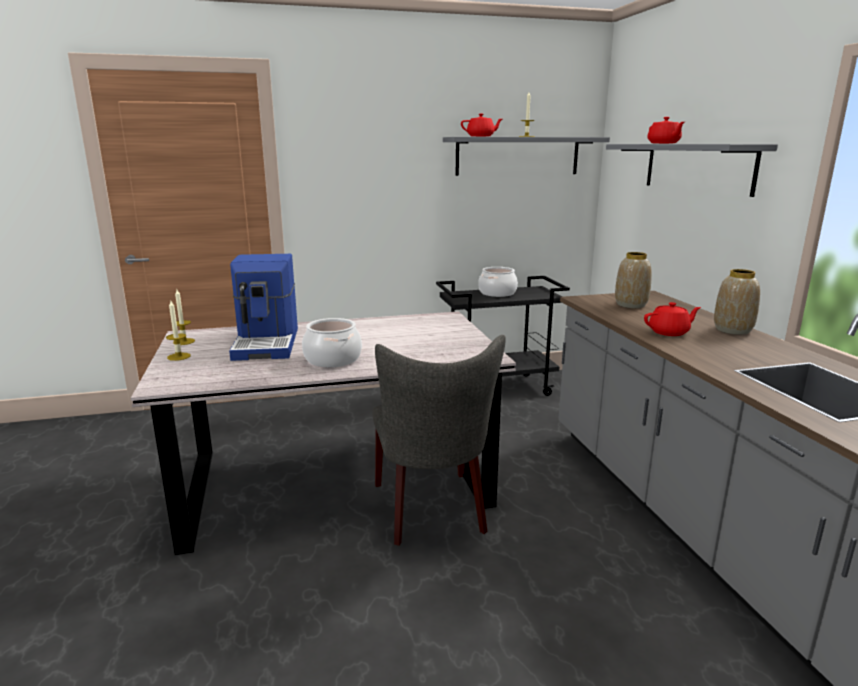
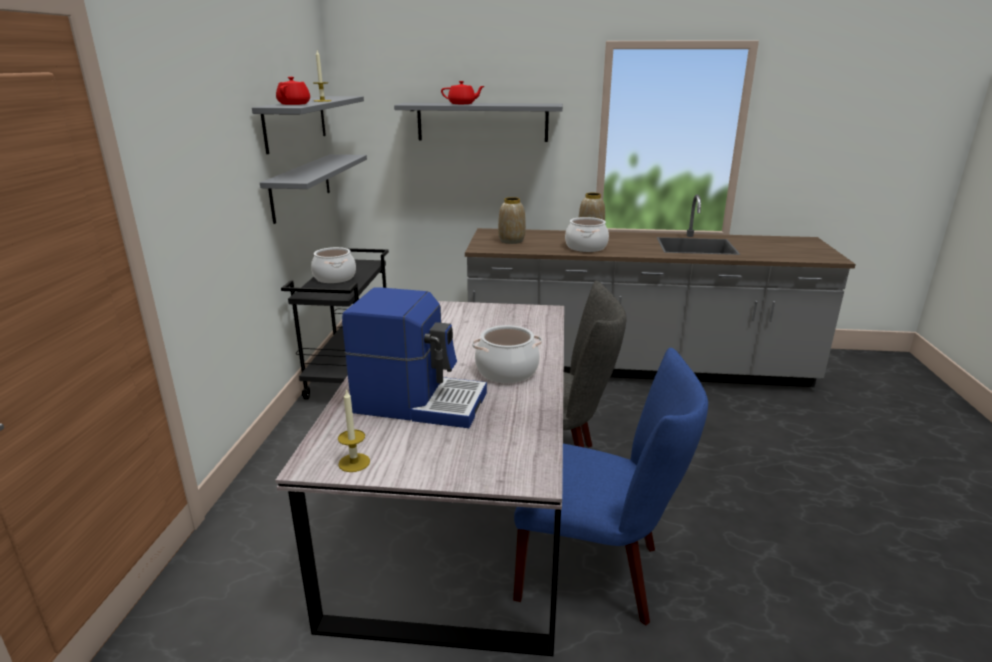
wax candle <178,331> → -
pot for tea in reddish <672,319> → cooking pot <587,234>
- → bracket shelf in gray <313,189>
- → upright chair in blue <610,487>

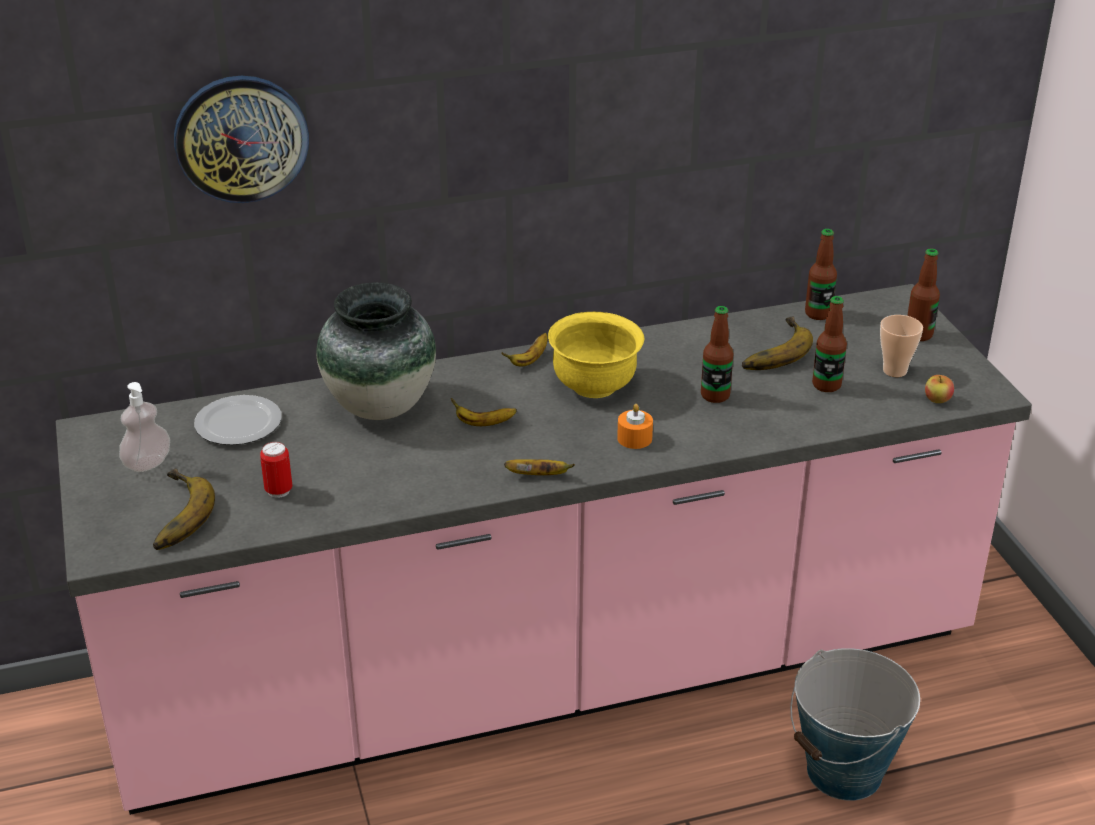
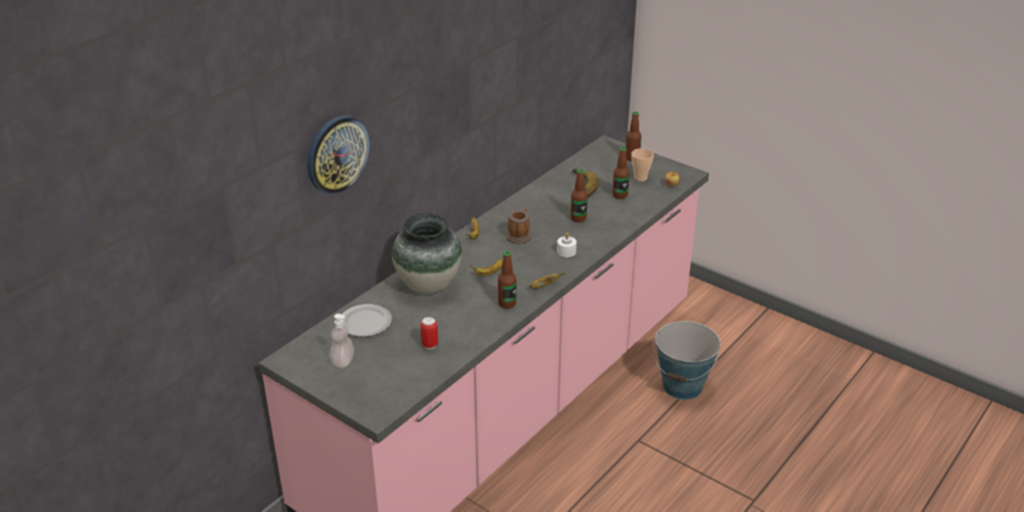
drink bottle <821,274> → drink bottle <507,280>, moved
deep dish in yellow-coloured <596,355> → coffee mug <518,226>
wax candle in orange-coloured <635,426> → wax candle in white-coloured <567,245>
banana fruit <184,509> → -

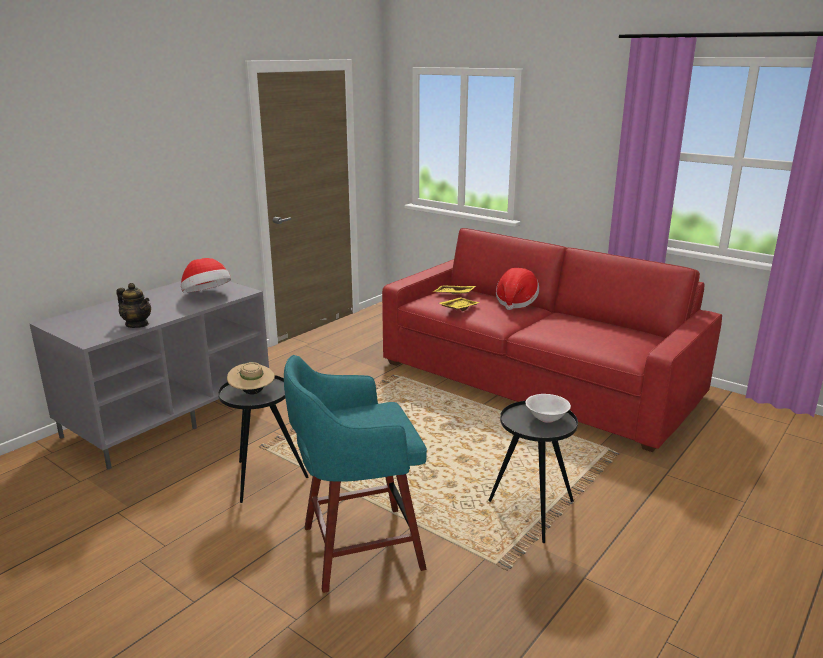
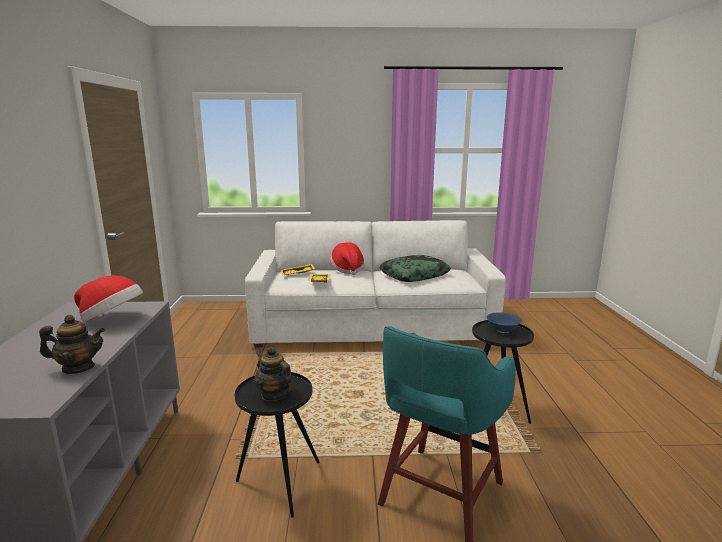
sofa in reddish <552,340> → sofa in white-coloured <375,283>
clothing hat in beige <251,378> → pot for tea <273,374>
deep dish in white-coloured <548,408> → deep dish in blue <504,322>
- → throw pillow <415,268>

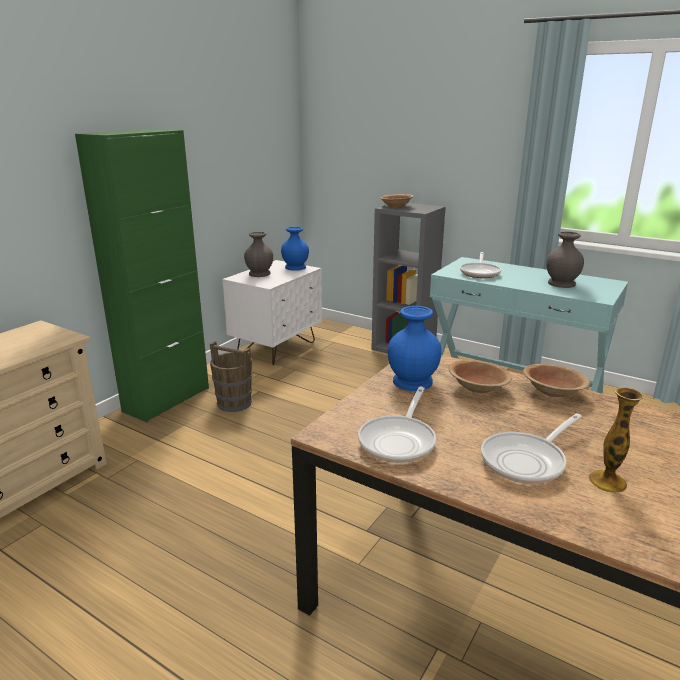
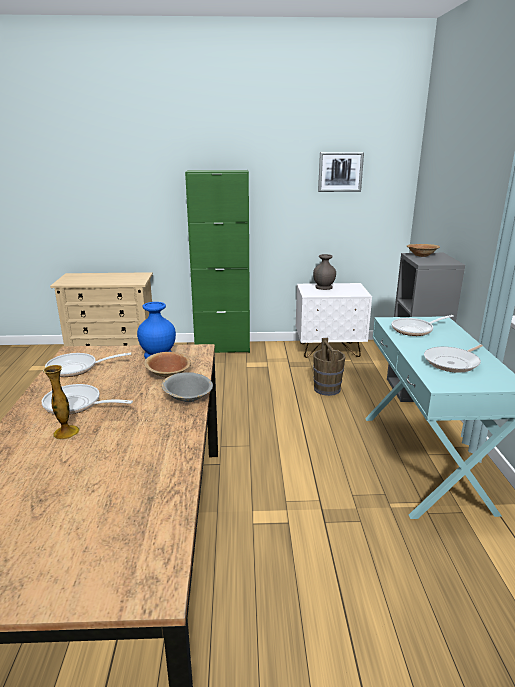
flower vase in blue <295,249> → -
flower vase in gray <565,259> → pan <453,358>
bucket in brown-coloured <231,376> → bucket in brown-coloured <329,367>, moved
deep dish in brown-coloured <556,380> → deep dish in gray <187,387>
- → wall art <341,172>

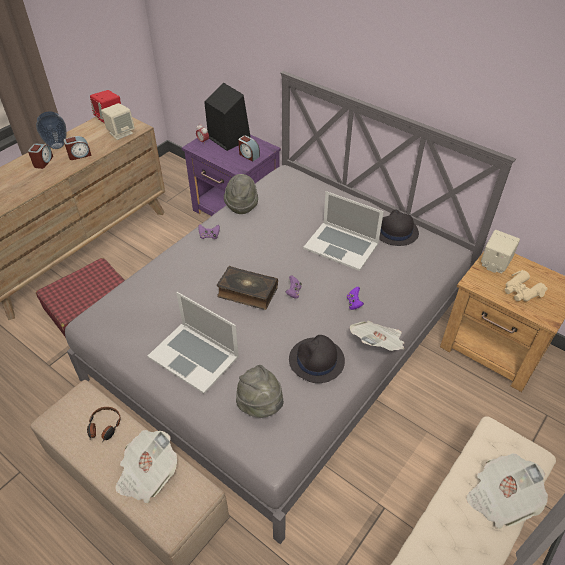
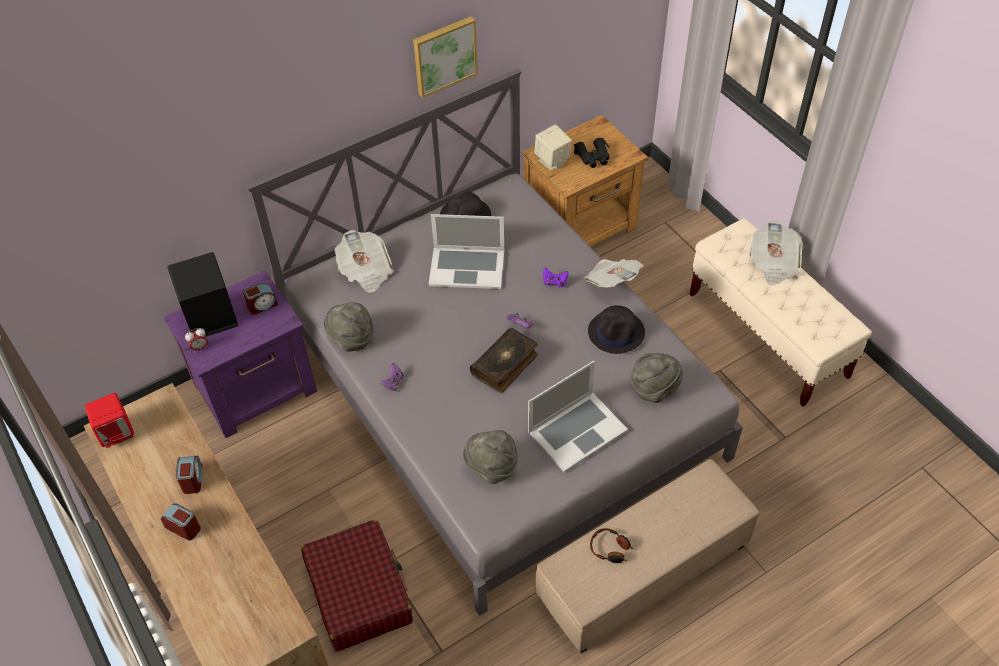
audio speaker in beige <118,121> → -
flower vase <51,130> → -
notebook computer <343,231> → notebook computer <466,251>, 45 degrees clockwise
pair of binoculars in beige <526,285> → pair of binoculars in black-coloured <592,153>
newspaper <146,466> → newspaper <364,261>, moved
- → wall art <445,57>
- → clothing hat in gray <490,457>

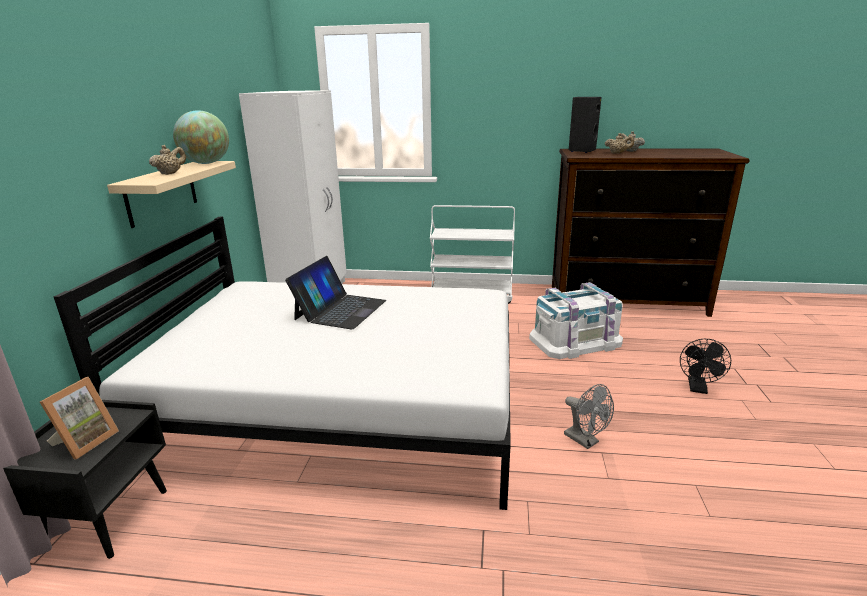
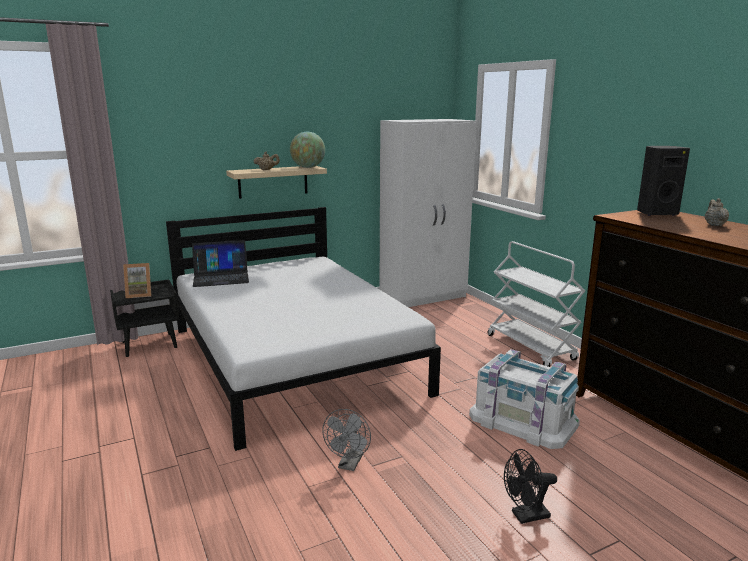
pot for tea in beige <619,143> → -
notebook computer <335,292> → notebook computer <220,263>, moved

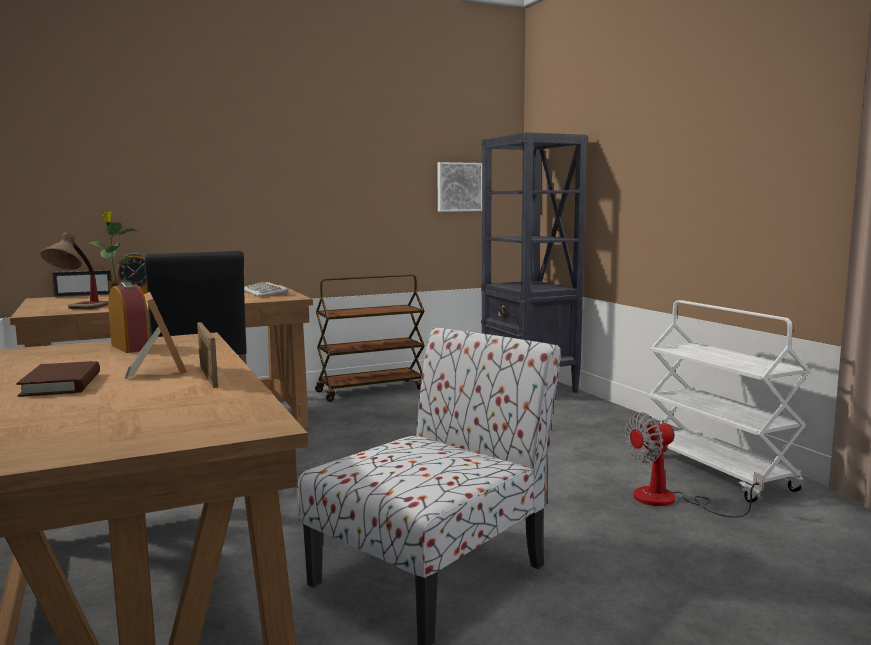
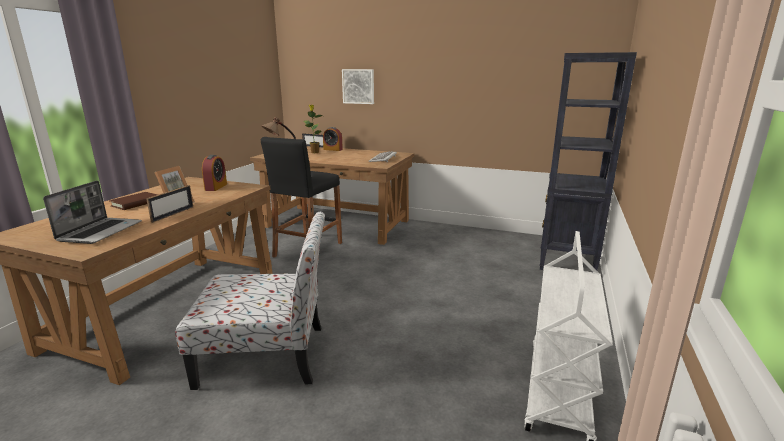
wall art <459,187> → wall art <358,86>, moved
trolley in brown-coloured <370,338> → -
fan <694,465> → -
- → notebook computer <92,212>

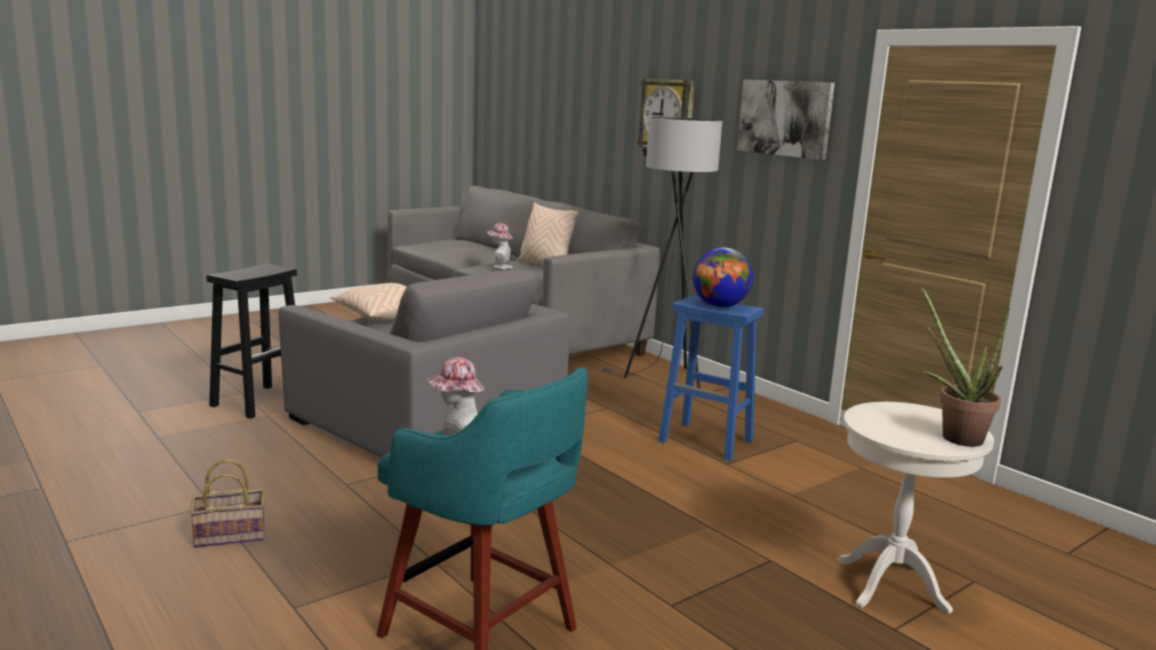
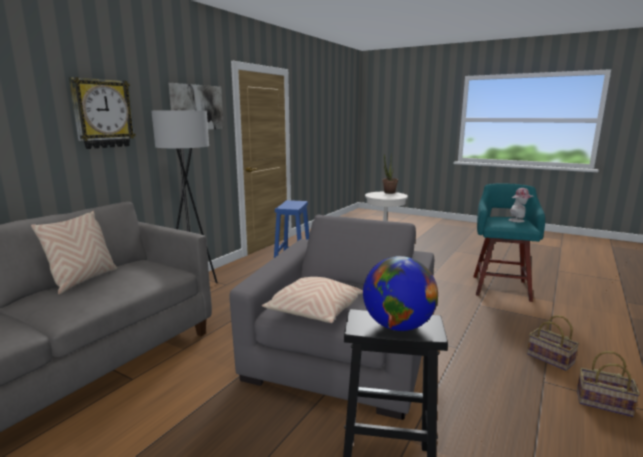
clothing hat <500,246> → -
globe <723,277> → globe <400,293>, moved
- → storage basket <608,384>

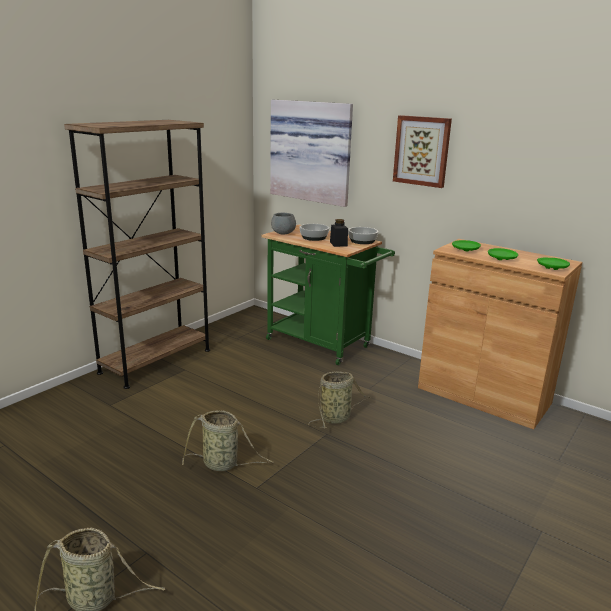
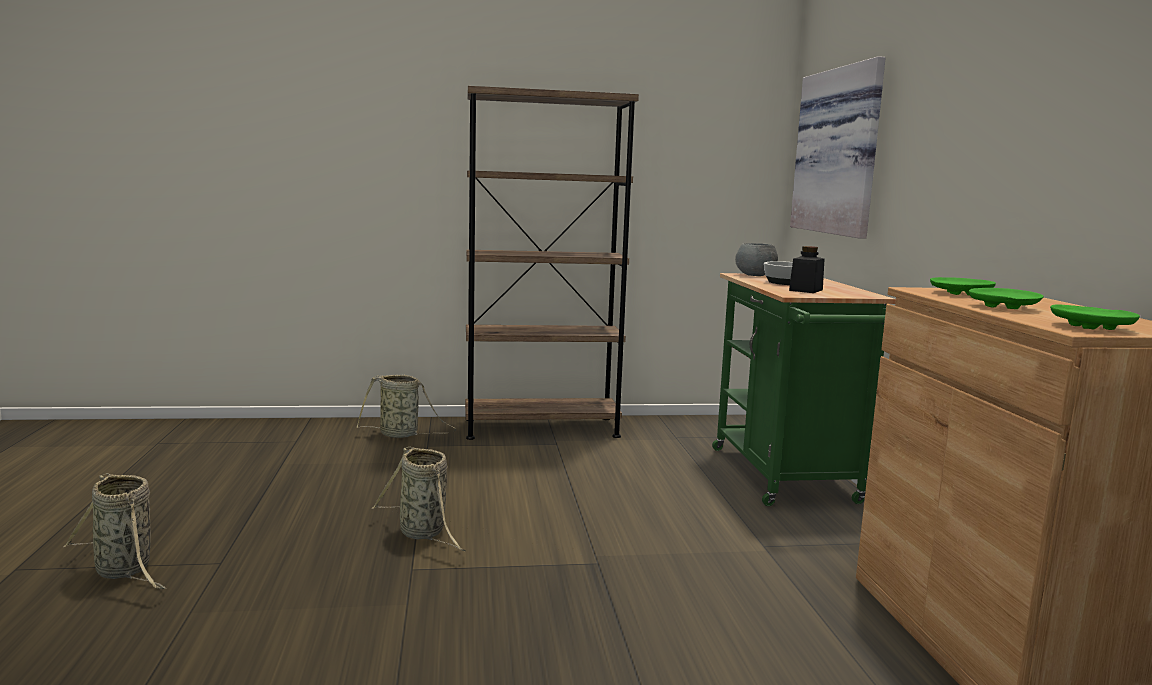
wall art <422,151> → -
deep dish <363,235> → -
storage basket <339,399> → storage basket <406,406>, moved

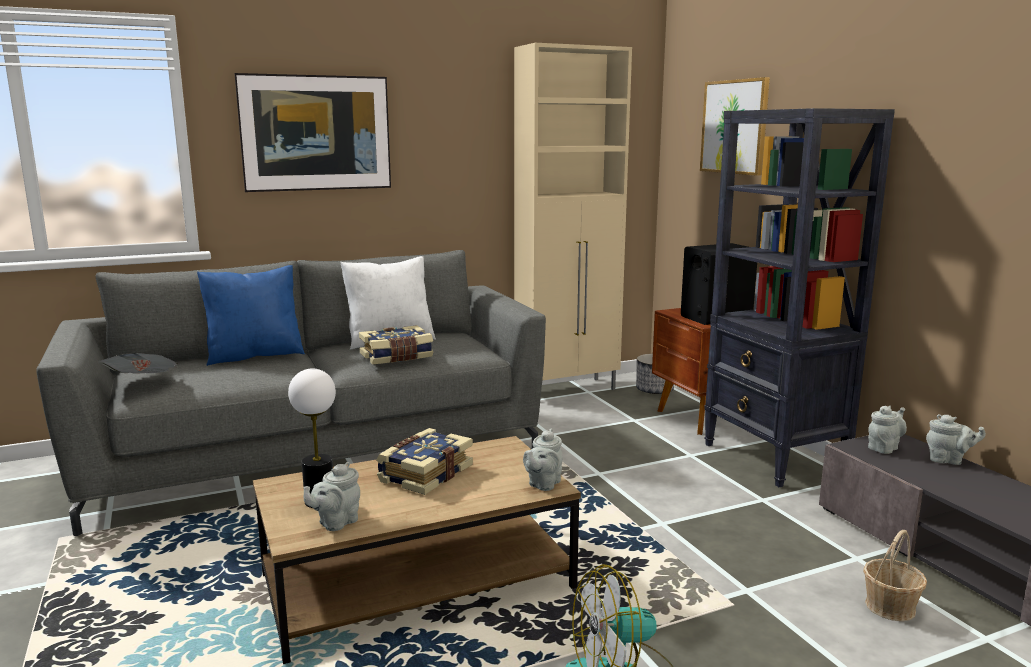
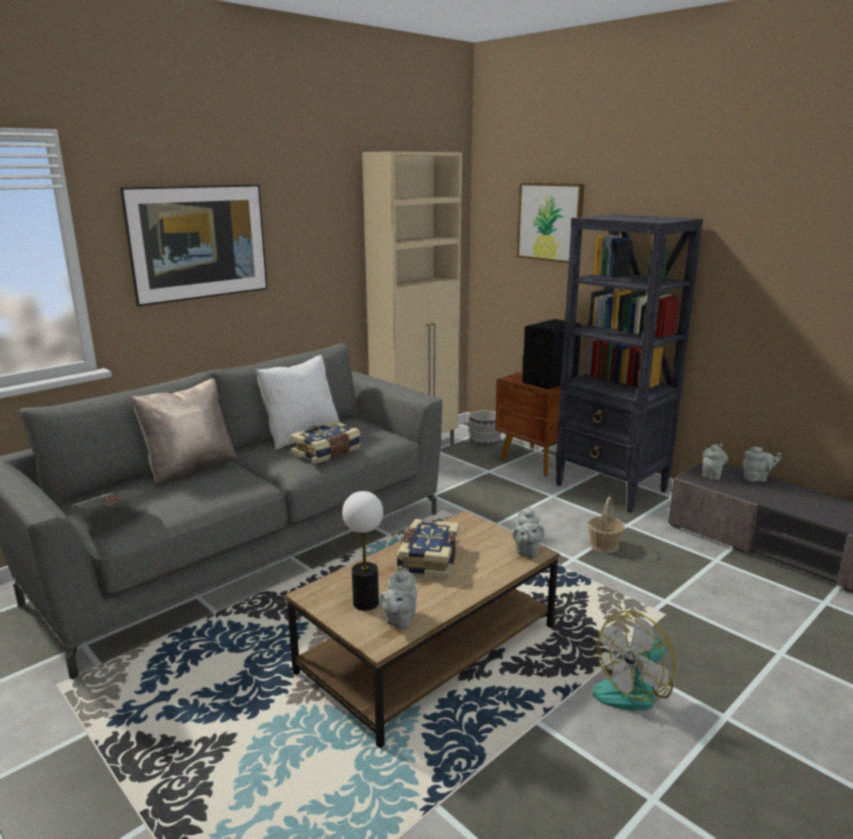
throw pillow in blue <251,315> → throw pillow in beige <185,432>
storage basket <895,575> → storage basket <606,524>, moved

